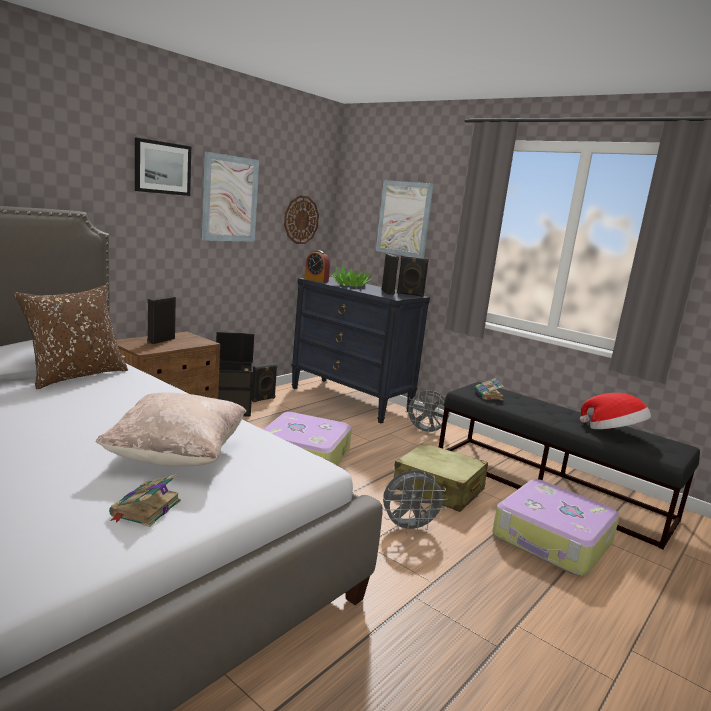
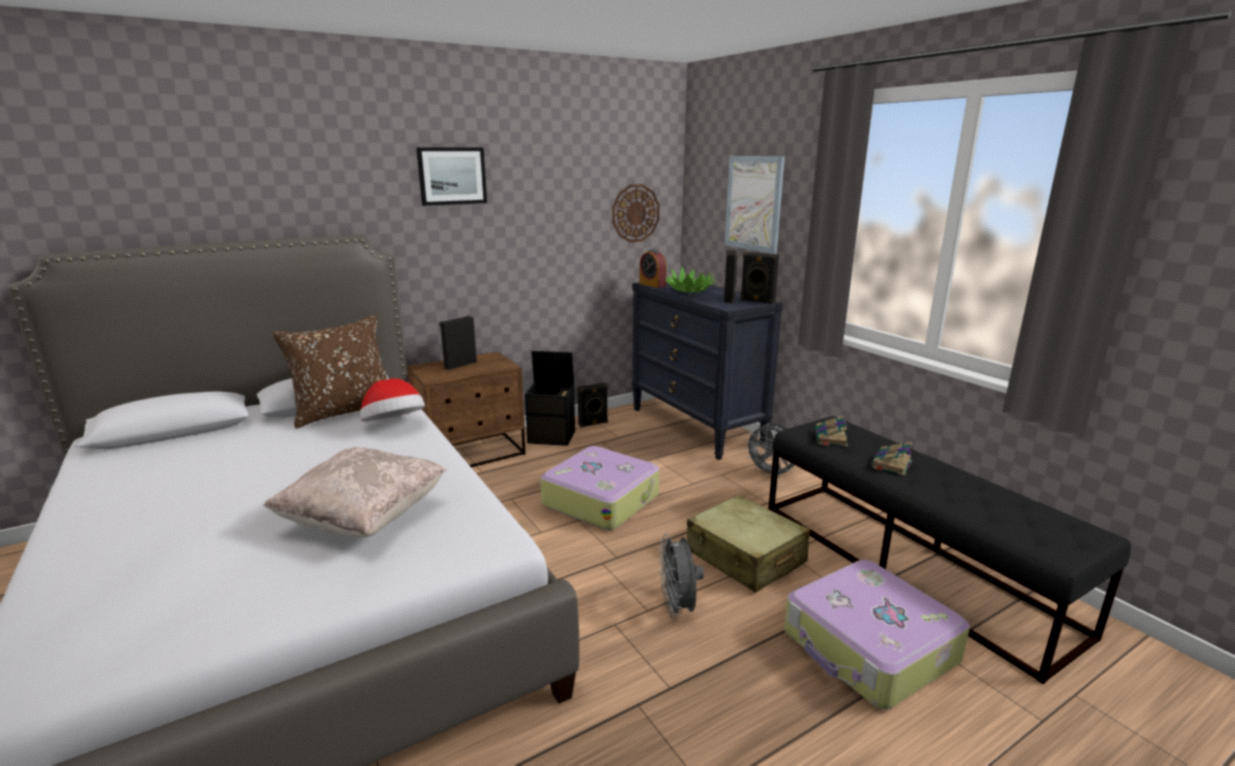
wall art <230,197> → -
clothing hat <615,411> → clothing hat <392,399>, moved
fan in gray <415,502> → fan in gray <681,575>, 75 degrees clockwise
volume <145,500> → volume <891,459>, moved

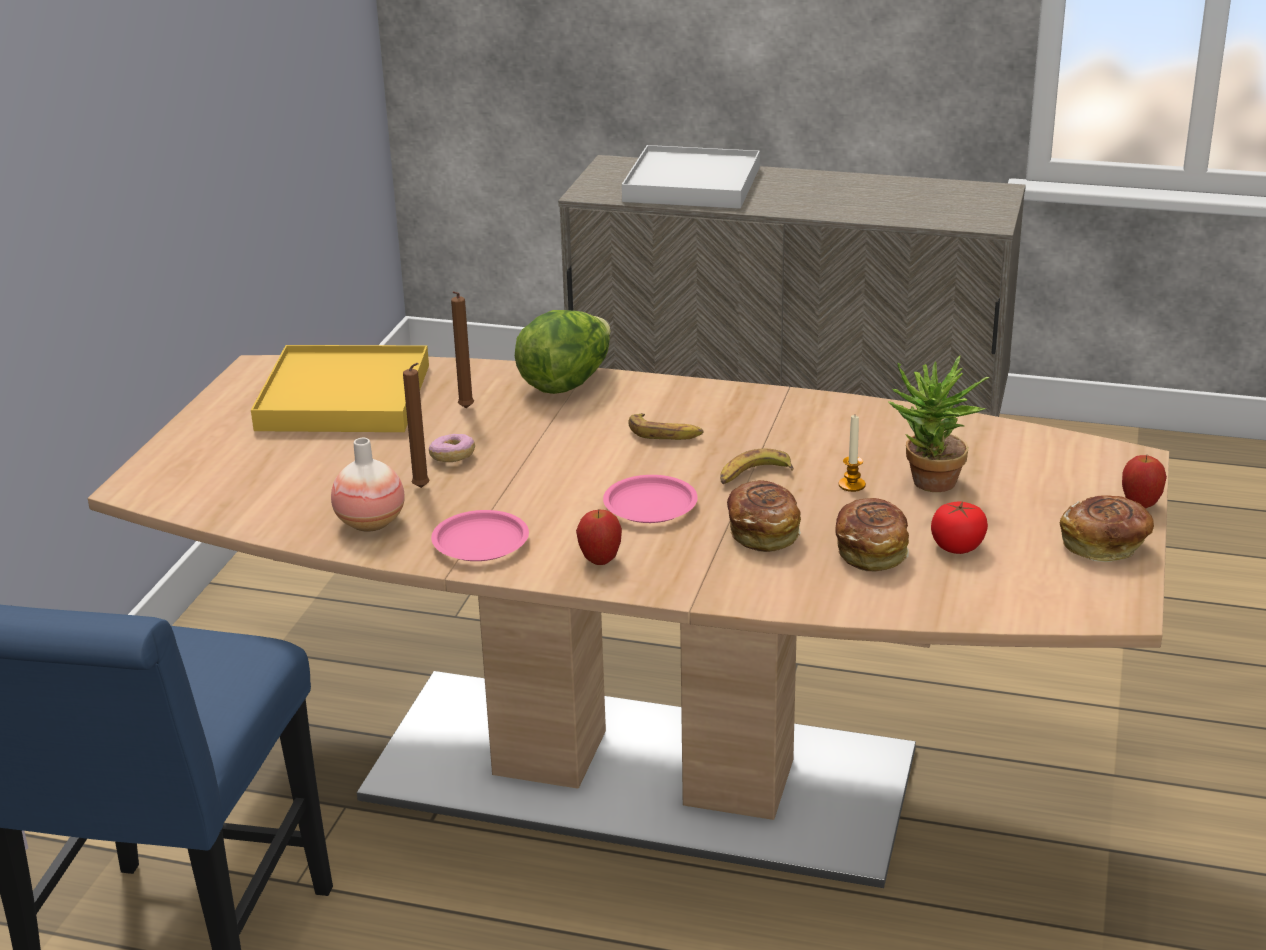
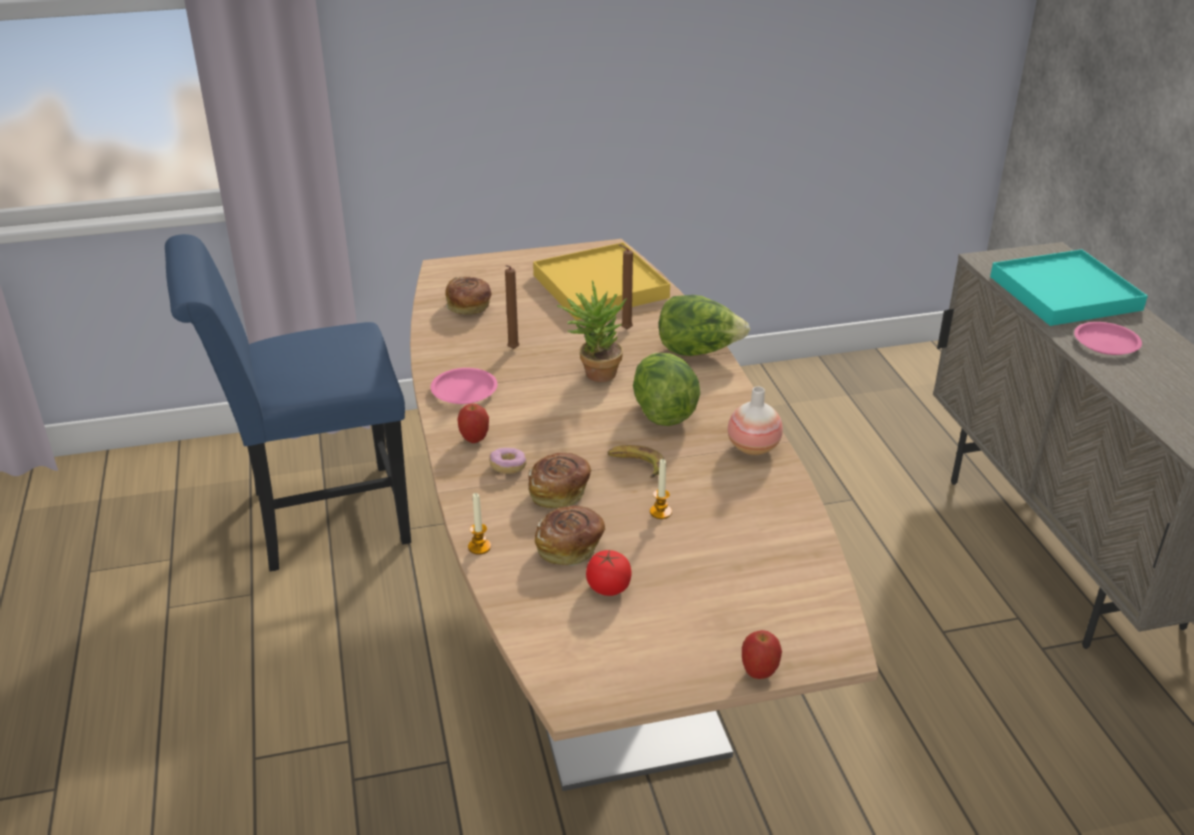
tray in white-coloured <691,177> → tray in turquoise <1069,287>
houseplant <939,424> → houseplant <592,331>, moved
banana fruit <666,427> → lettuce head <666,389>
donut <452,448> → donut <508,461>, moved
flower vase <368,485> → flower vase <755,421>, moved
dinner plate in pinkish <650,499> → dinner plate in pinkish <1108,338>, moved
bread <1107,528> → bread <468,296>, moved
- → wax candle <479,524>

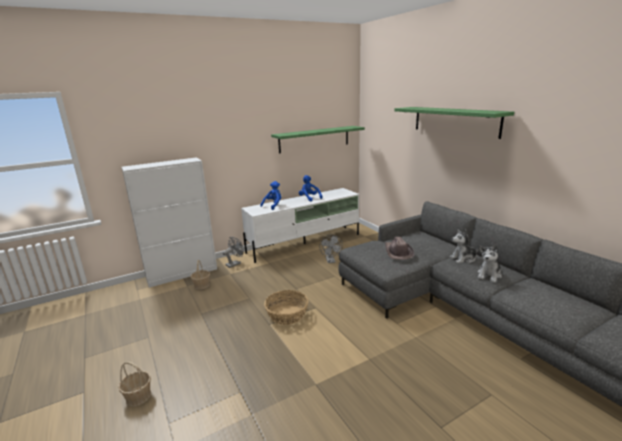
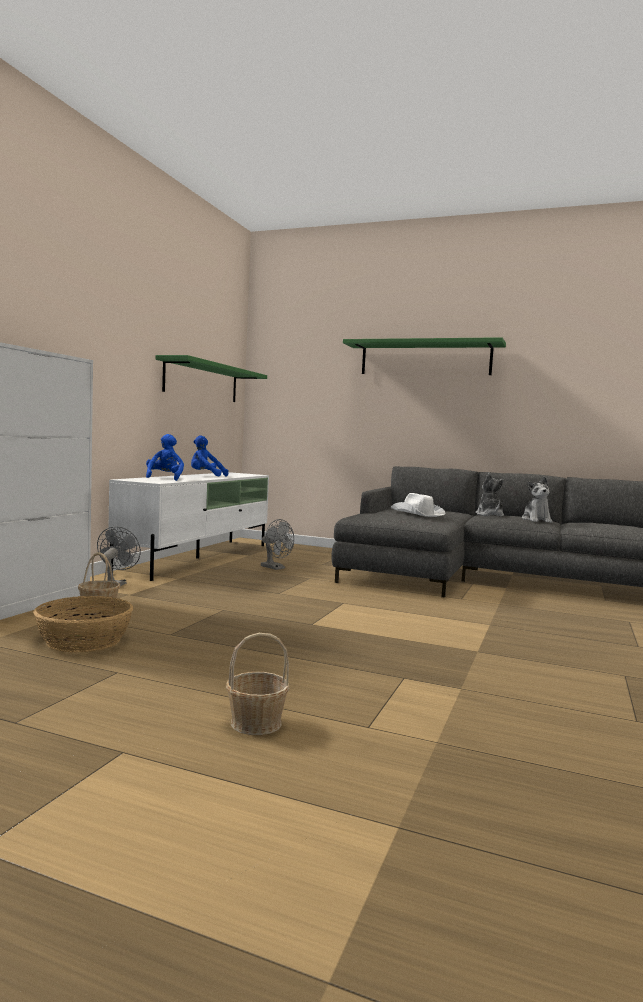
cuddly toy <465,246> → cuddly toy <490,494>, 135 degrees clockwise
clothing hat in brown-coloured <399,248> → clothing hat in white-coloured <418,505>
storage basket <286,307> → storage basket <83,624>, moved

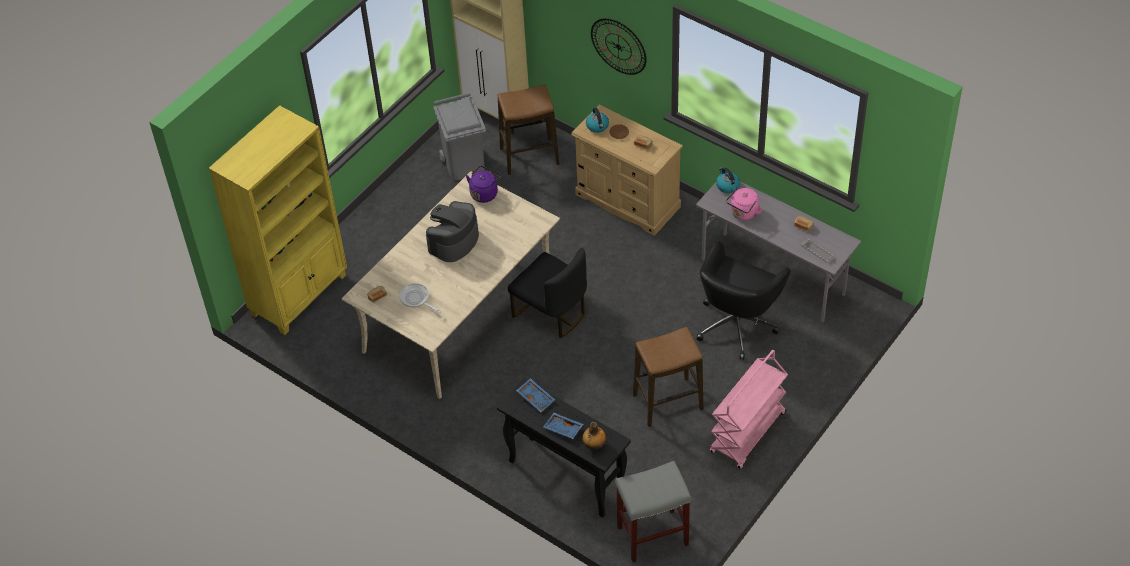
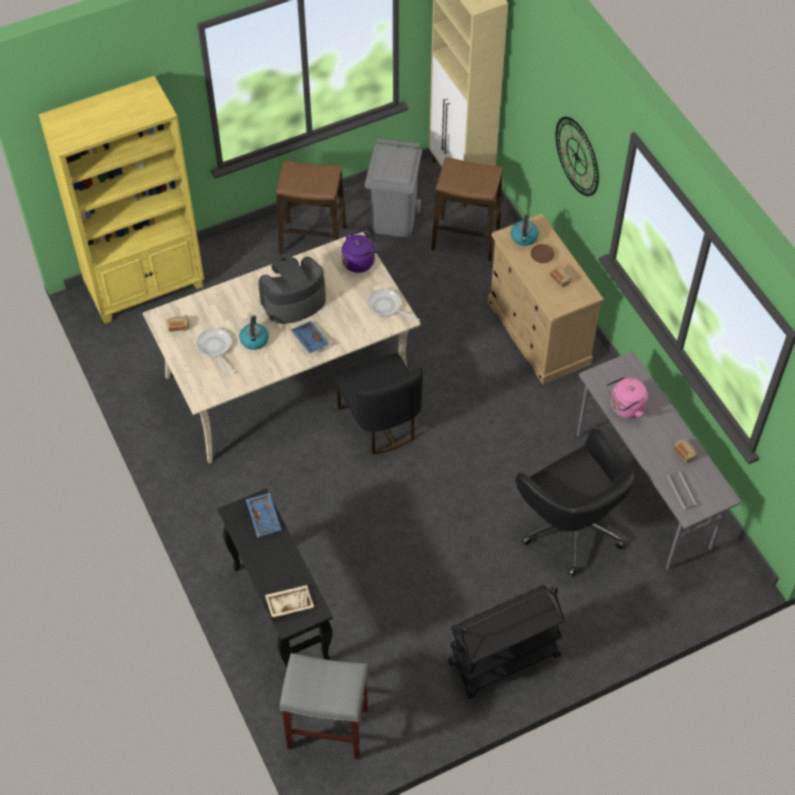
water kettle <728,180> → water kettle <254,332>, moved
desk chair in black-coloured <743,300> → desk chair in black-coloured <576,502>, 90 degrees counterclockwise
stool seat <668,377> → stool seat <311,207>, moved
trolley in pinkish <749,409> → trolley in black-coloured <506,642>
tray in blue <563,426> → tray in blue <310,337>, moved
drink bottle <594,436> → tray in beige <289,601>
- → pan <393,305>

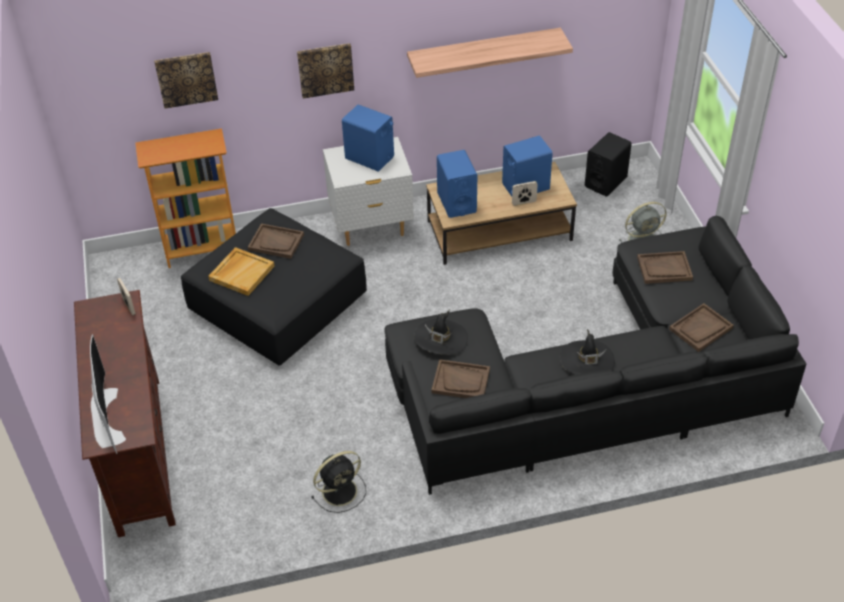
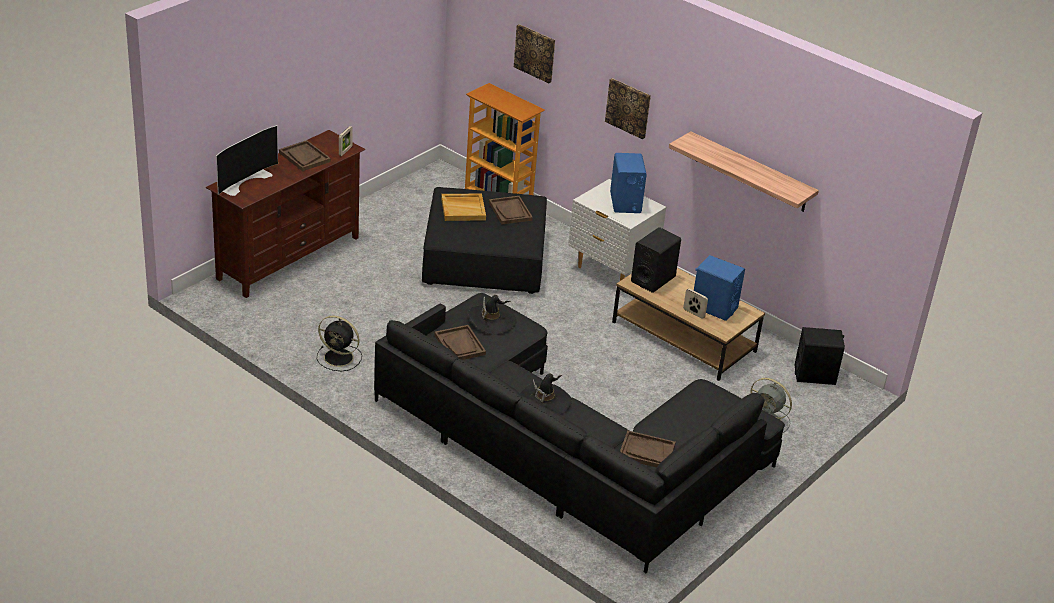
audio speaker in blue <457,184> → audio speaker in black-coloured <656,260>
tray in brown-coloured <665,267> → tray in brown-coloured <305,155>, moved

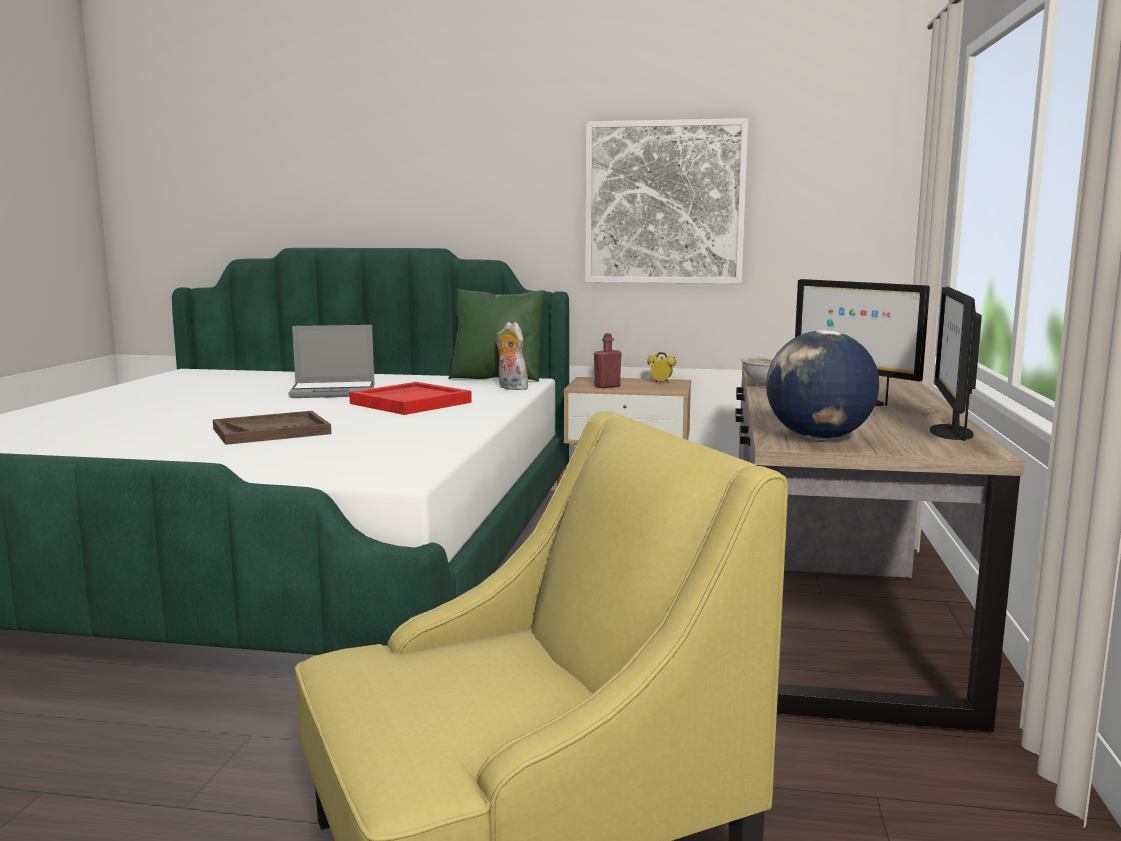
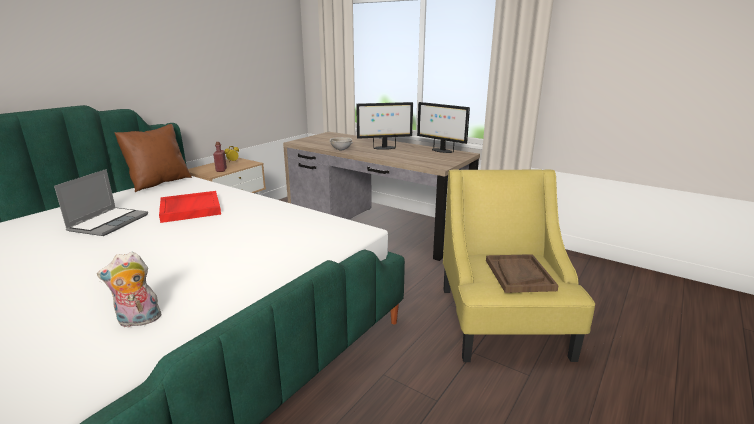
wall art <666,201> → -
throw pillow in green <497,335> → throw pillow in brown-coloured <153,158>
cuddly toy <514,356> → cuddly toy <129,290>, moved
globe <822,385> → -
tray in brown-coloured <272,428> → tray in brown-coloured <522,273>, moved

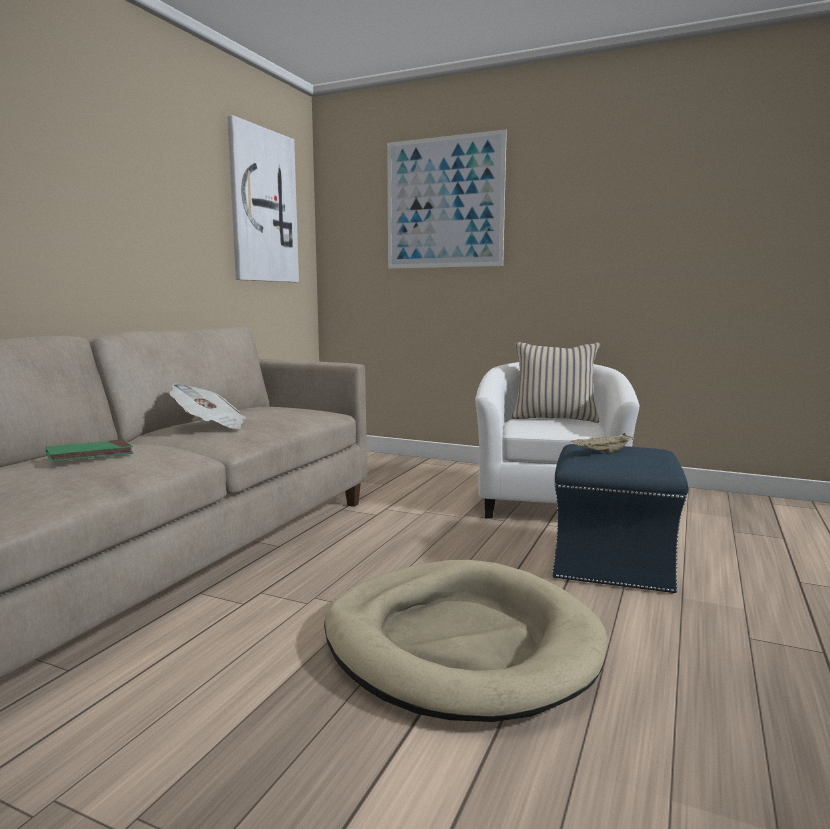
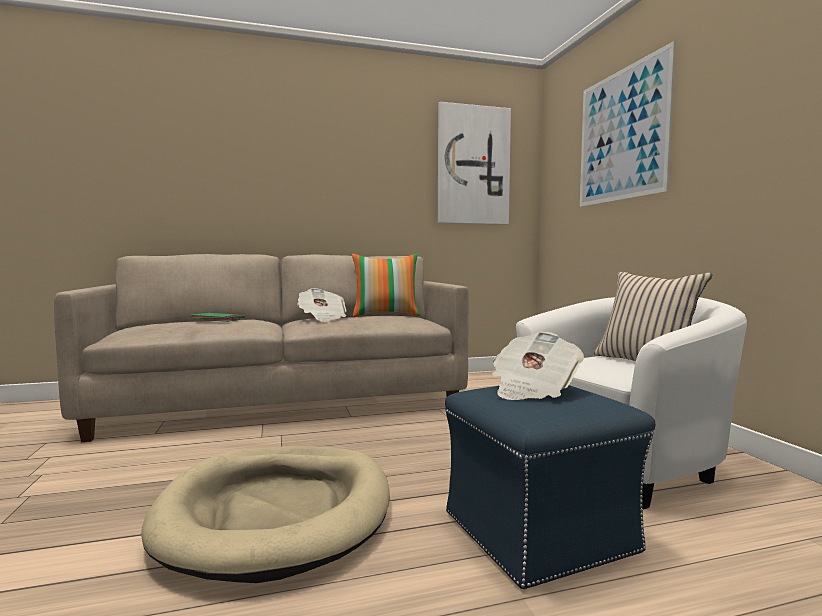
tray in beige <603,443> → newspaper <538,366>
- → throw pillow <386,285>

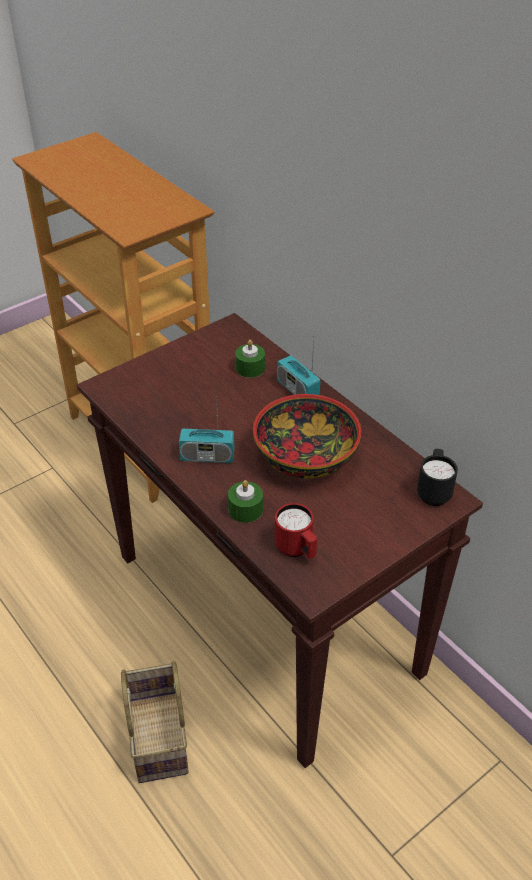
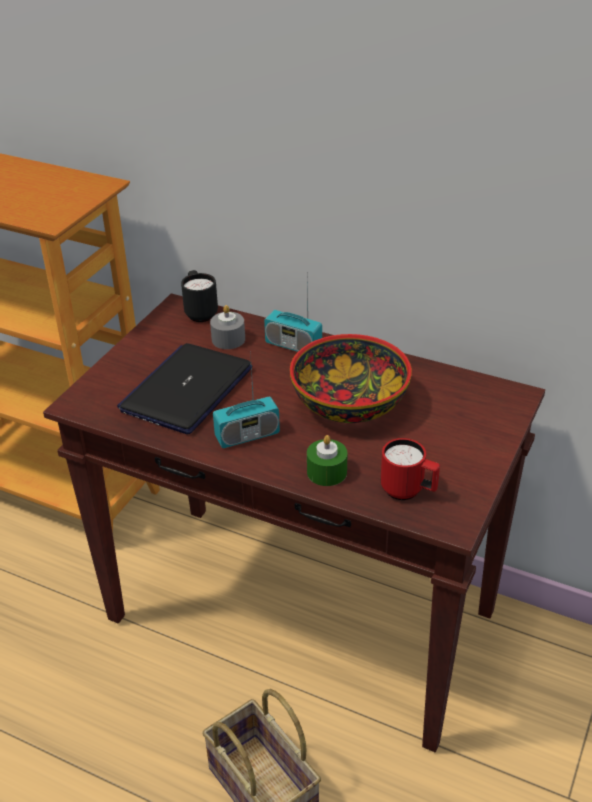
wax candle in green <250,359> → wax candle in gray <227,327>
coffee mug in black-coloured <437,477> → coffee mug in black-coloured <199,296>, moved
- → notebook computer <184,388>

